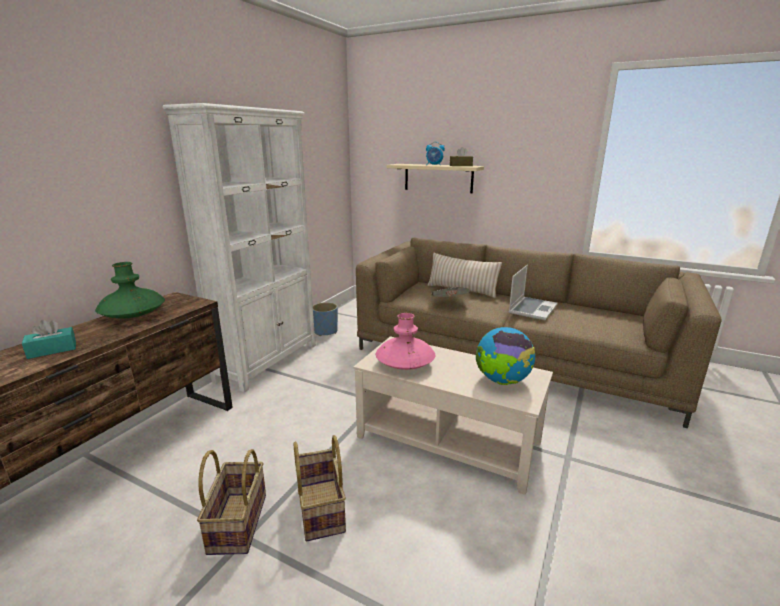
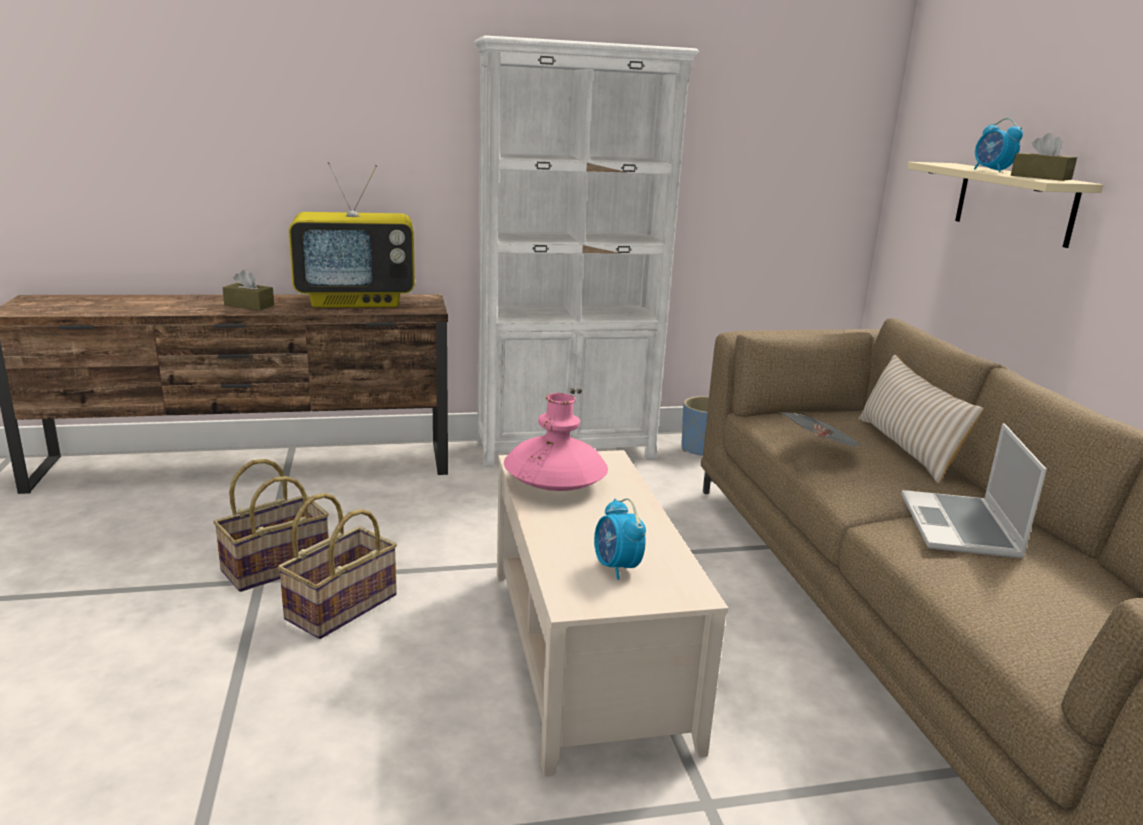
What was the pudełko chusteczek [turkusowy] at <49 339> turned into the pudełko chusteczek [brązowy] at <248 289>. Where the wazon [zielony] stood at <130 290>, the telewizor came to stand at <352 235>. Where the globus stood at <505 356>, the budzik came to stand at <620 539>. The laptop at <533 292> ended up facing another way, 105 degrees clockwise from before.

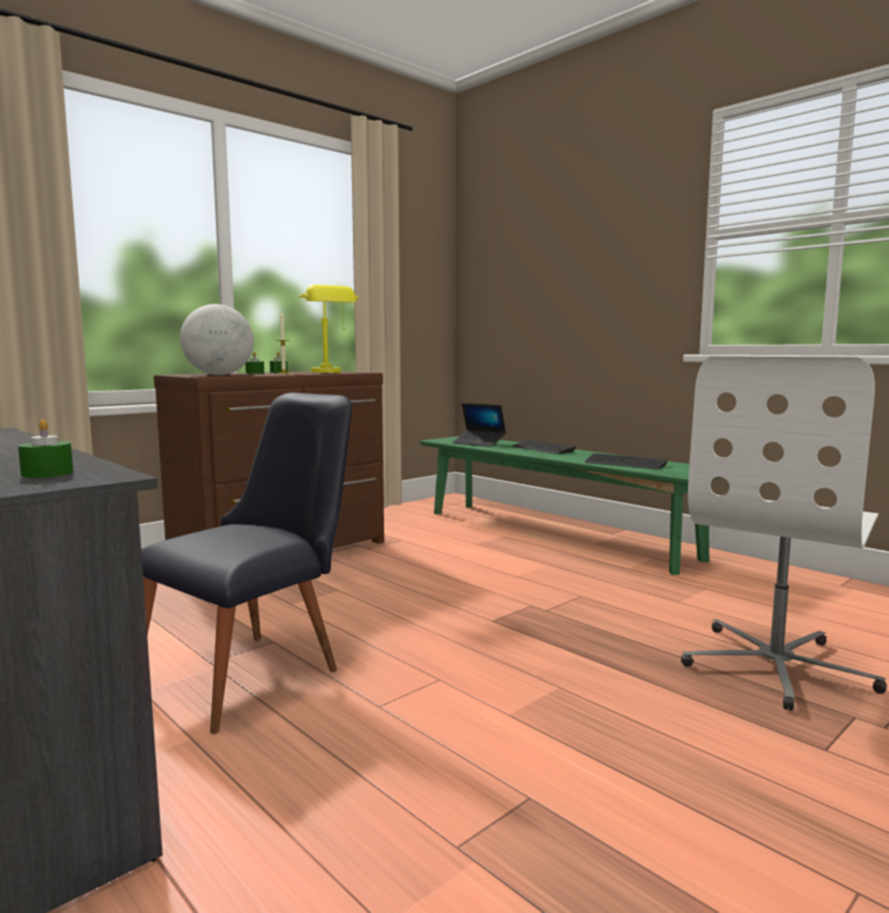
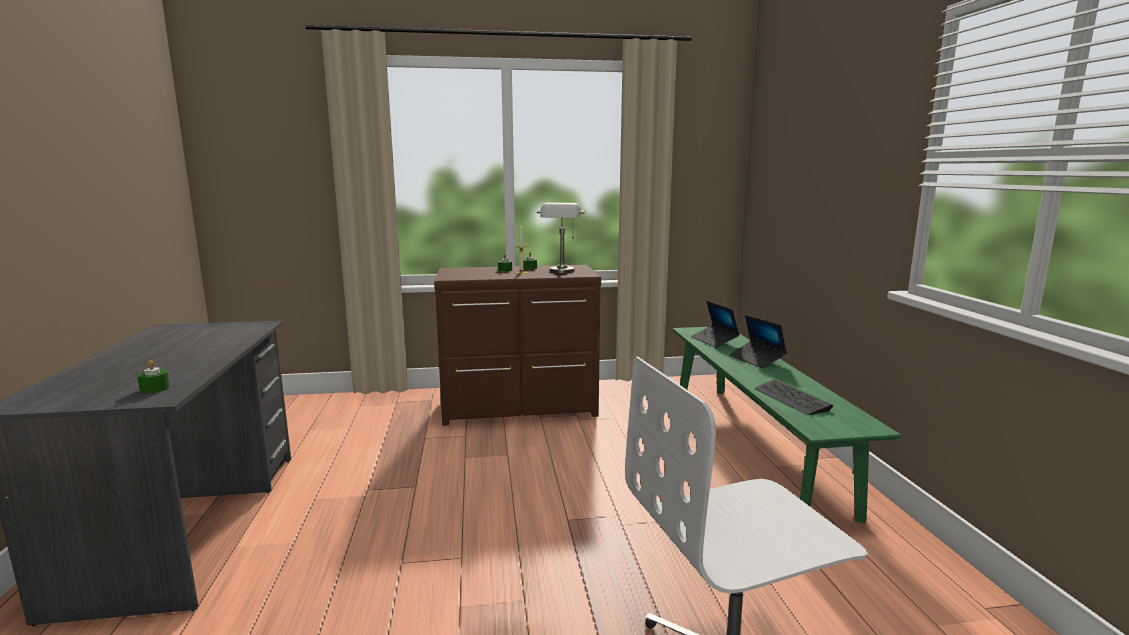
What was the lampa stołowa [żółty] at <328 329> turned into the lampa stołowa [szary] at <561 238>. Where the klawiatura stood at <544 446>, the laptop came to stand at <758 341>. The second view lost the krzesło [czarny] at <246 563>. The second view lost the globus at <217 339>.

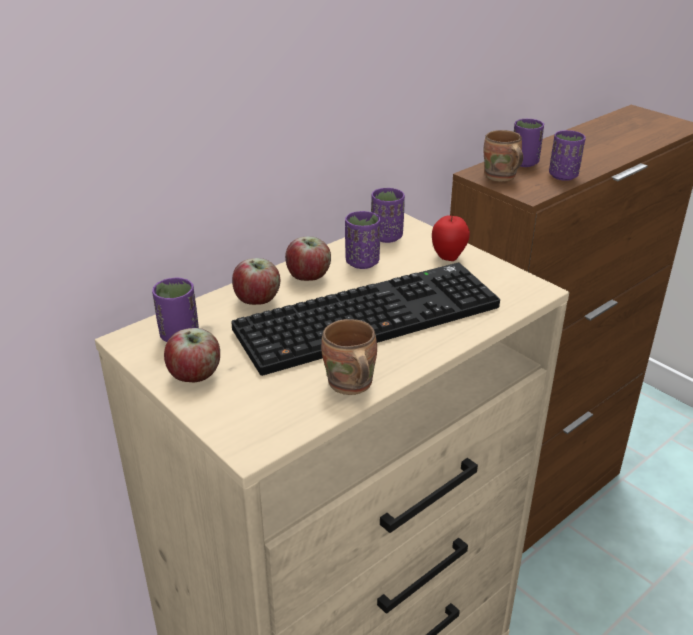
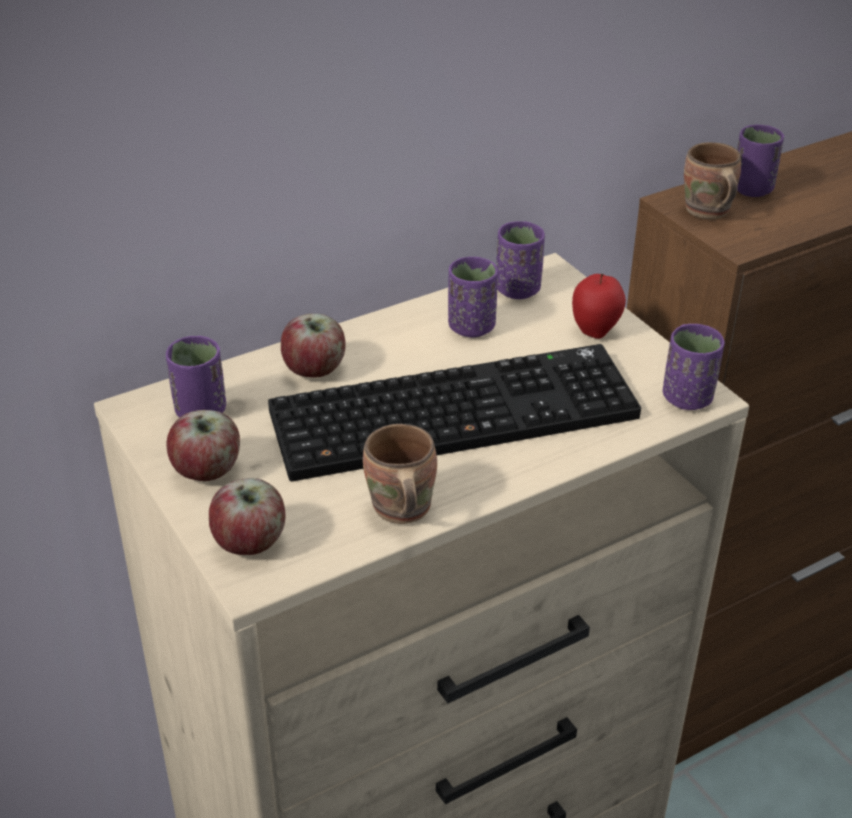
The jabłko ended up elsewhere, having gone from <308 258> to <247 516>. The filiżanka [fioletowy] ended up elsewhere, having gone from <567 155> to <694 367>.

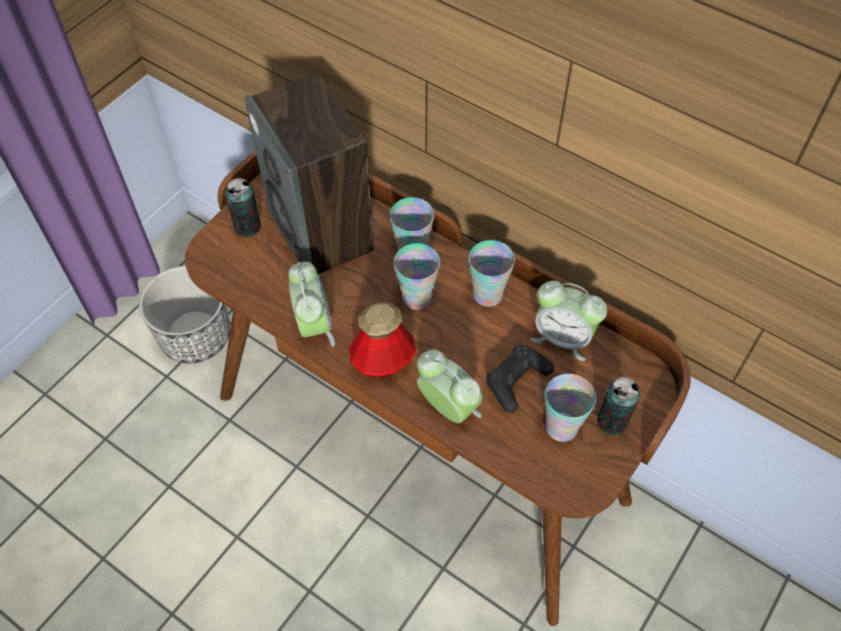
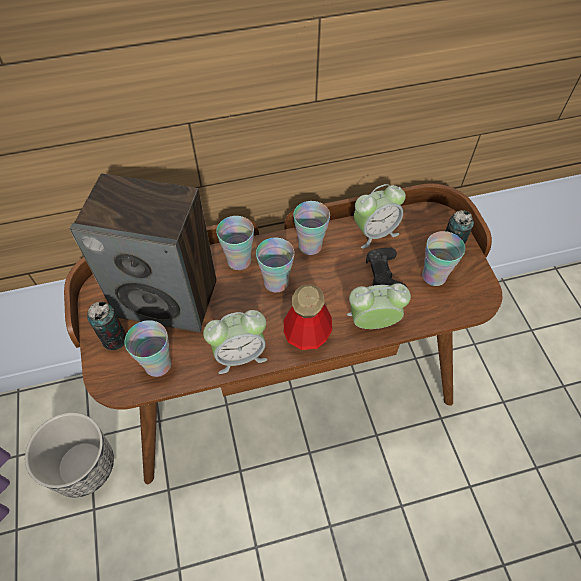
The second view gained the filiżanka at <148 348>. The budzik at <311 304> ended up facing another way, 135 degrees clockwise from before.

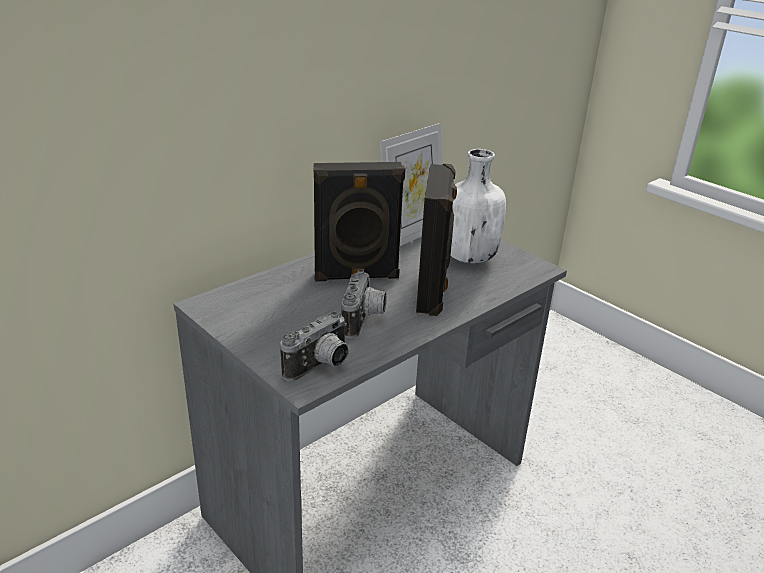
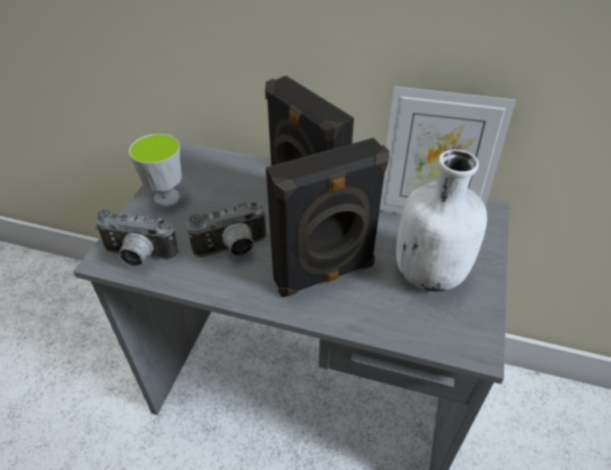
The second view gained the filiżanka at <155 170>.

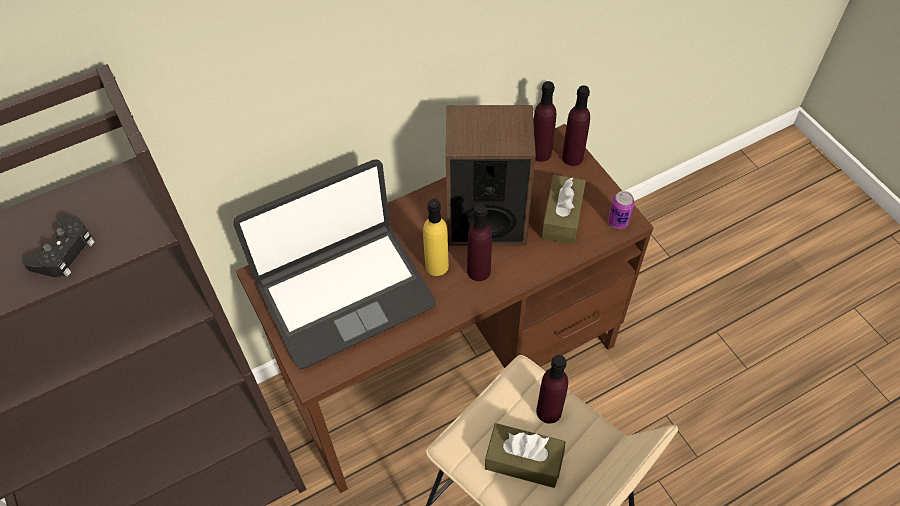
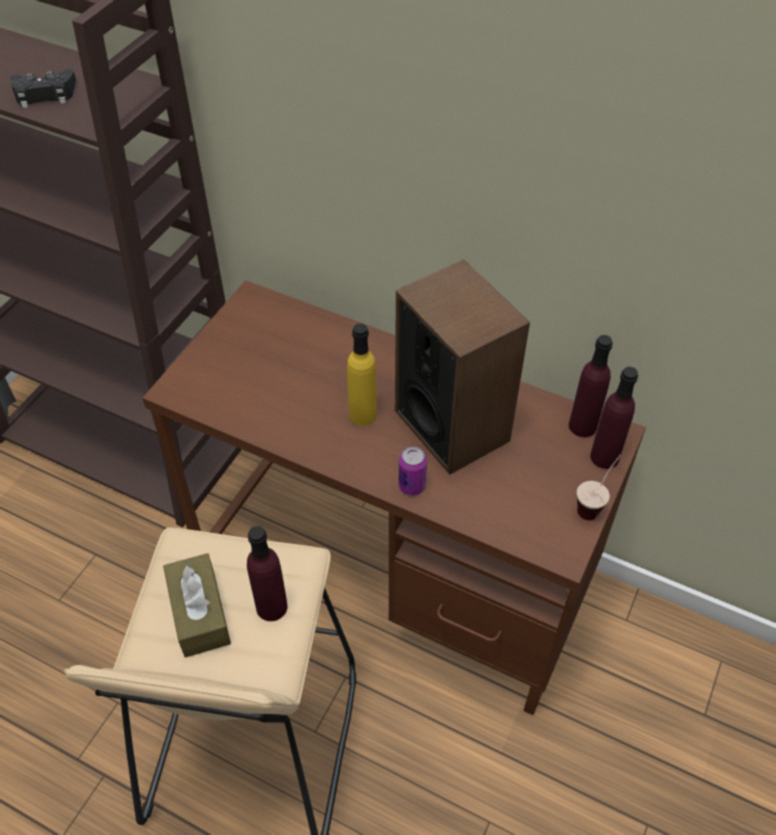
The puszka ended up elsewhere, having gone from <621 210> to <413 471>. The second view gained the filiżanka at <599 487>. The second view lost the laptop at <335 264>. The second view lost the butelka [fioletowy] at <479 242>. The second view lost the pudełko chusteczek [brązowy] at <563 209>.

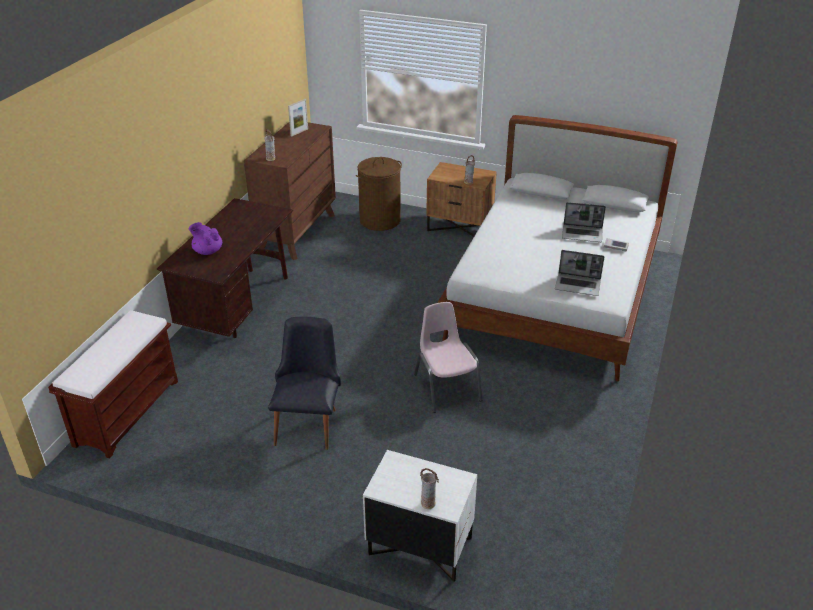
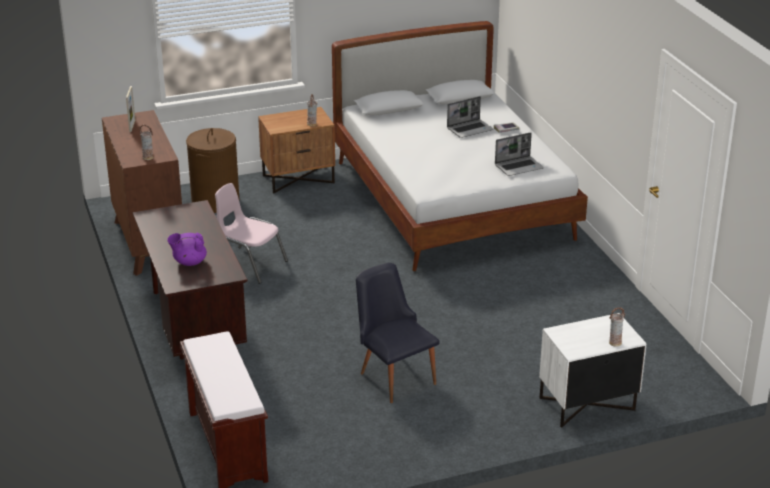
The krzesło [różowy] ended up elsewhere, having gone from <448 357> to <251 233>.

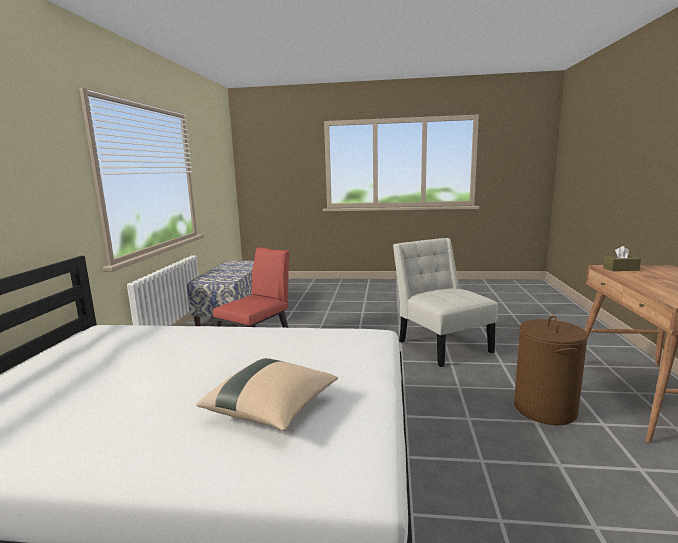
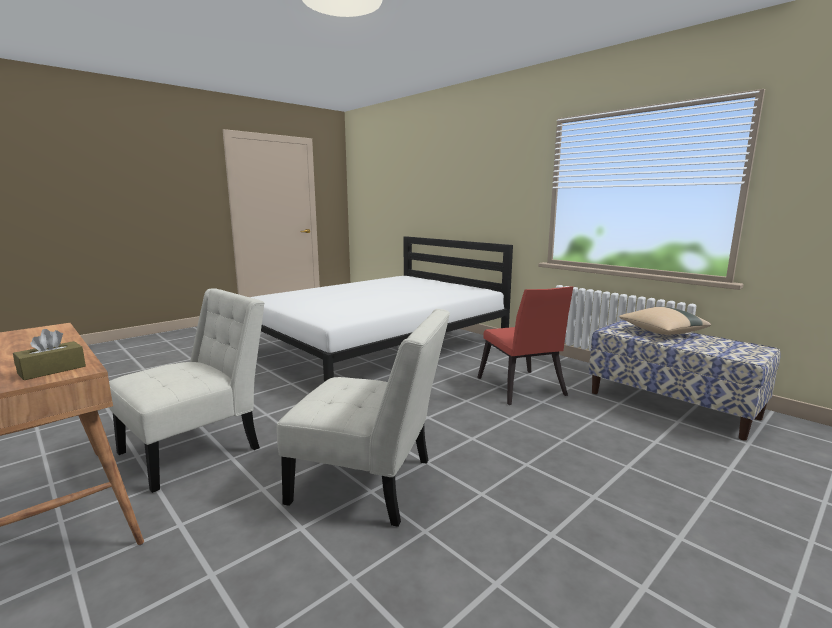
Where the kosz na pranie [brązowy] stood at <551 370>, the krzesło [biały] came to stand at <186 390>. The poduszka [beżowy] ended up elsewhere, having gone from <267 394> to <665 321>.

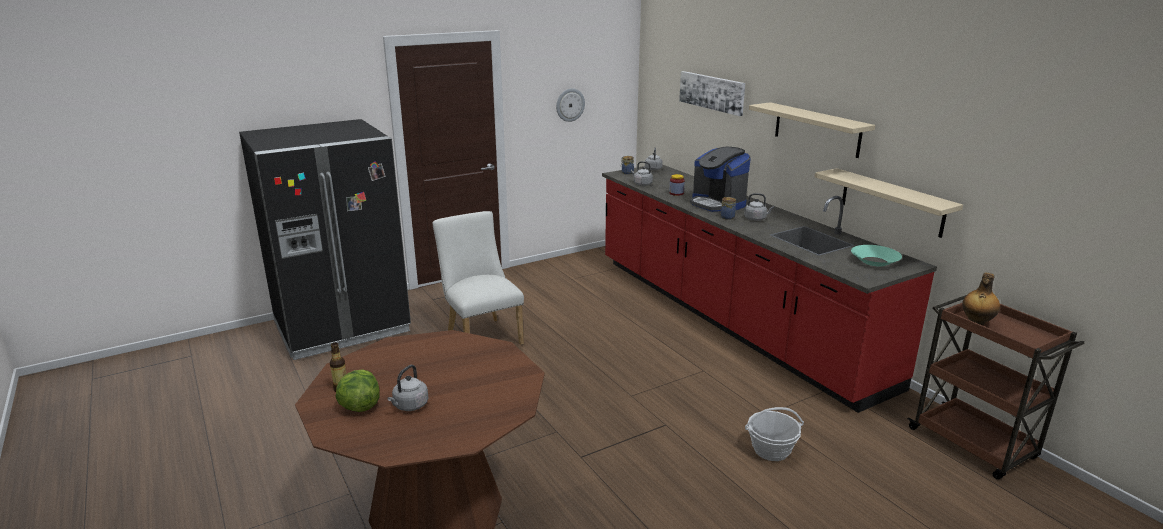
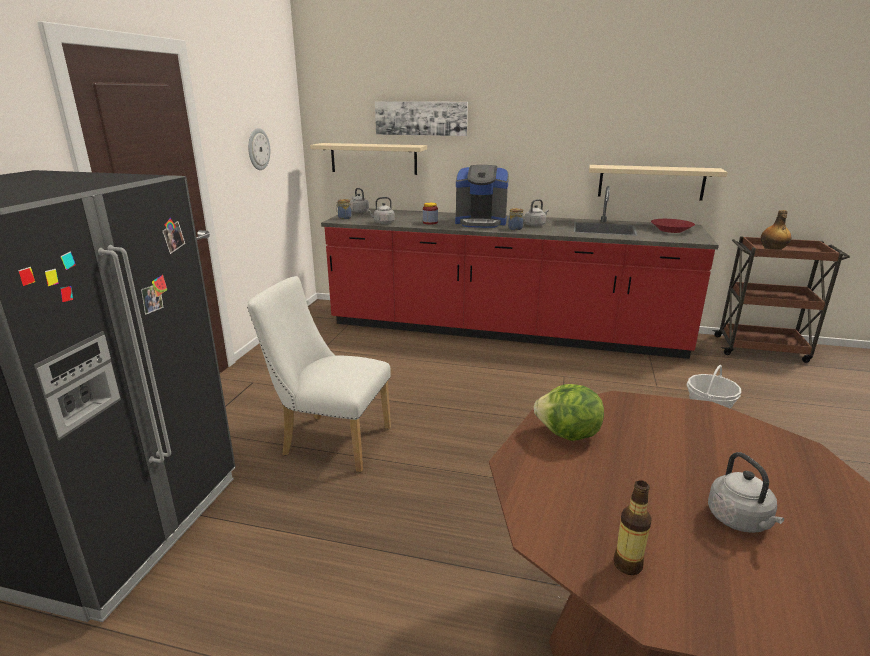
The półka [beżowy] ended up elsewhere, having gone from <812 130> to <368 159>. The sałata ended up elsewhere, having gone from <358 391> to <569 412>. What was the miska [turkusowy] at <876 255> turned into the miska [czerwony] at <673 226>.

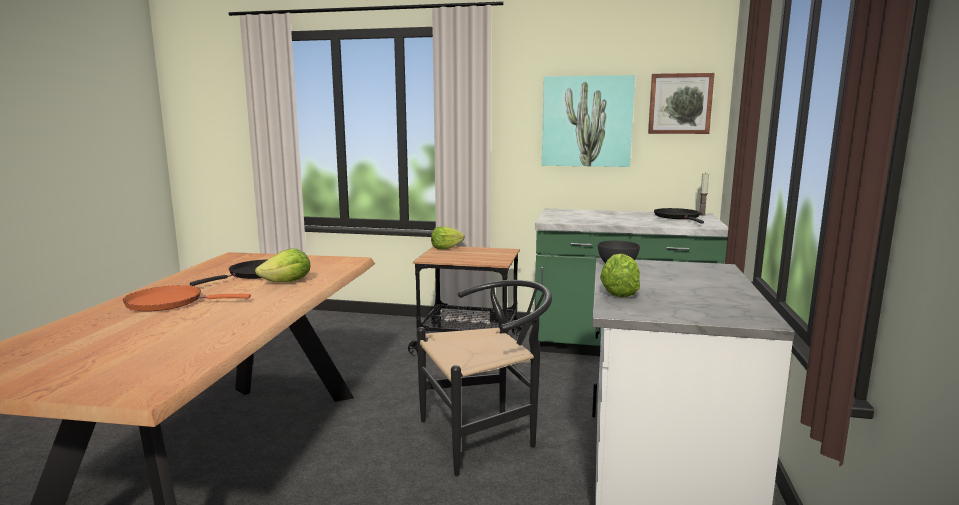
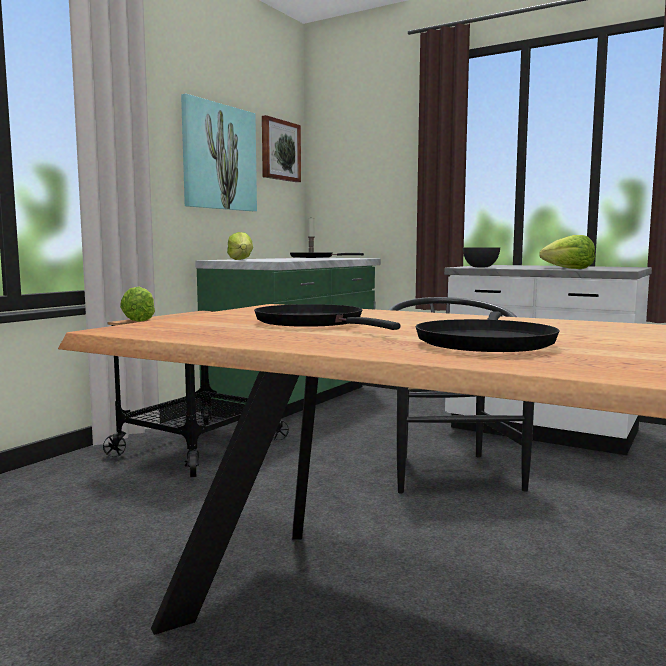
The sałata ended up elsewhere, having gone from <282 266> to <240 246>. What was the patelnia [pomarańczowy] at <187 298> turned into the patelnia [czarny] at <487 331>.

